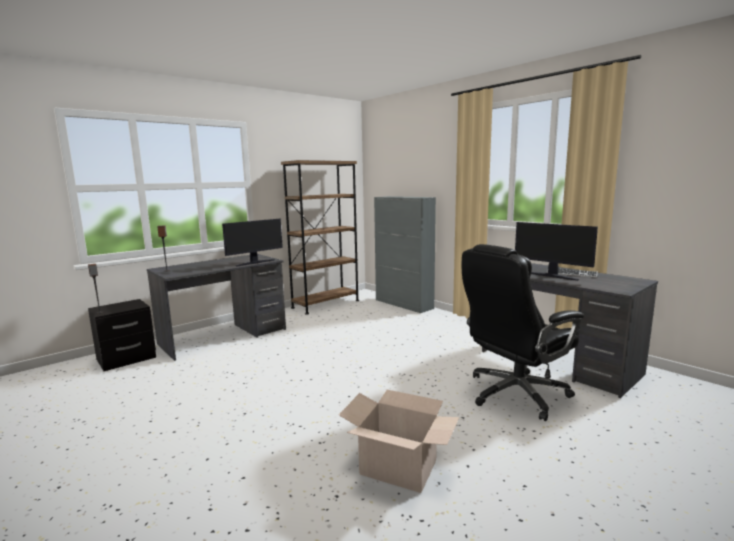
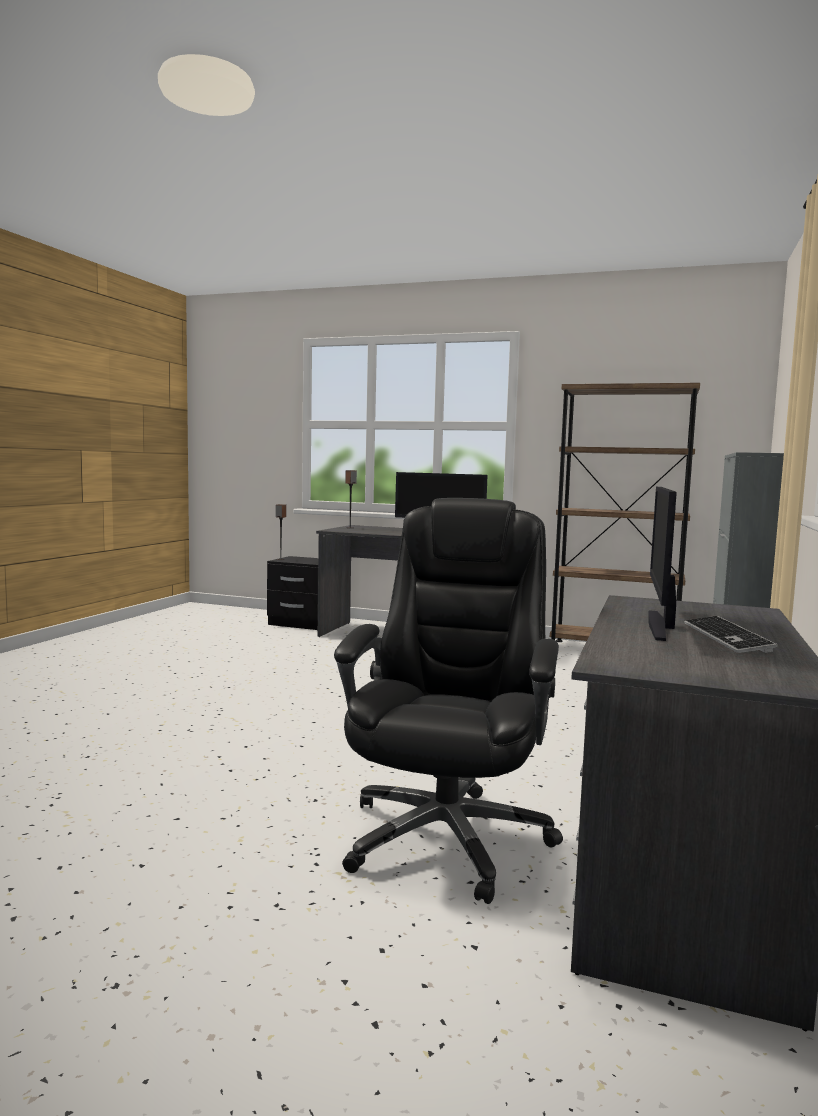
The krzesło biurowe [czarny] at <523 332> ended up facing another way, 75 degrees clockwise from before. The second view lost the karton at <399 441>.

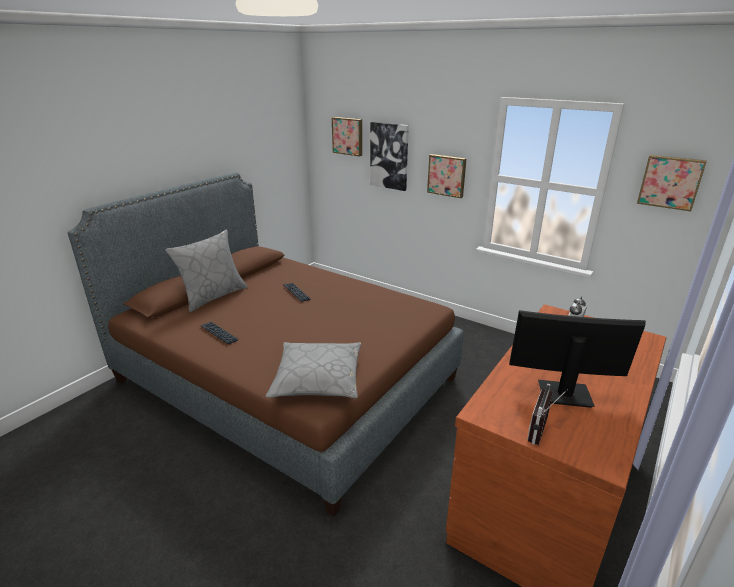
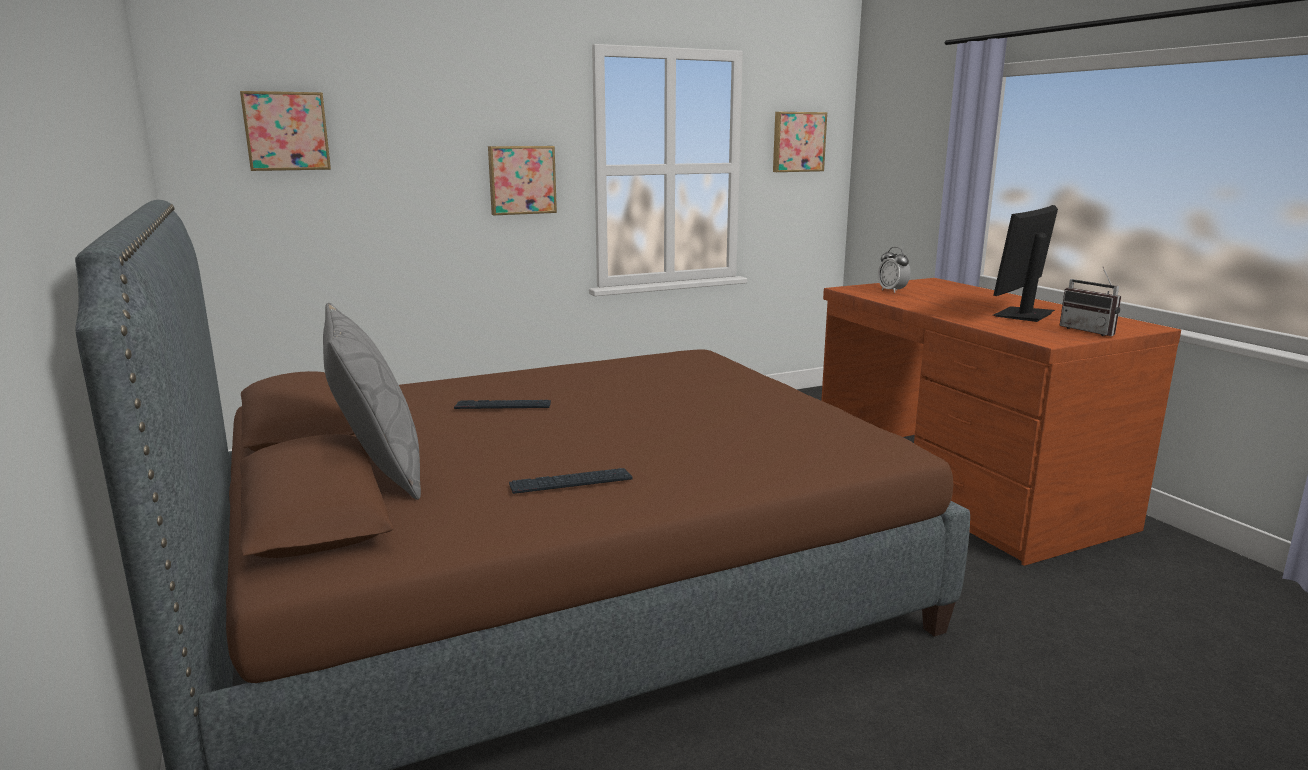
The second view lost the poduszka [szary] at <313 370>. The second view lost the obraz at <389 156>.

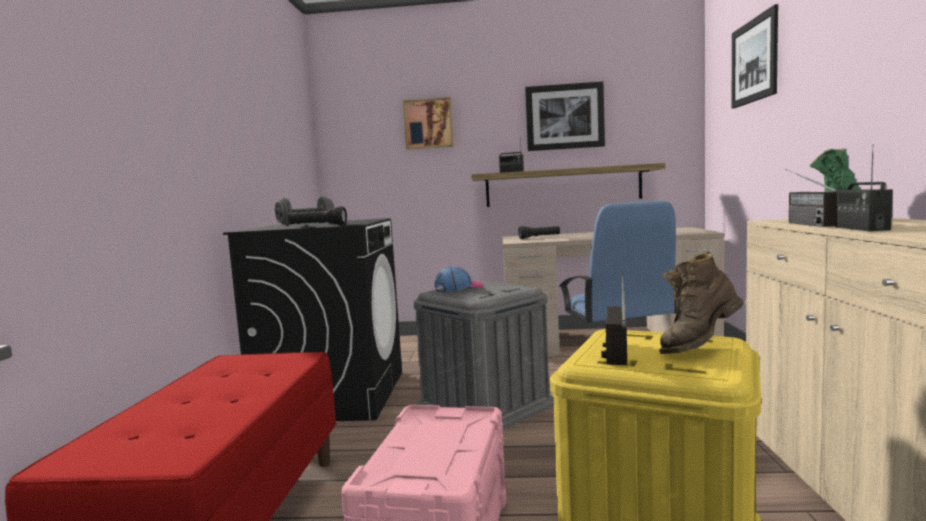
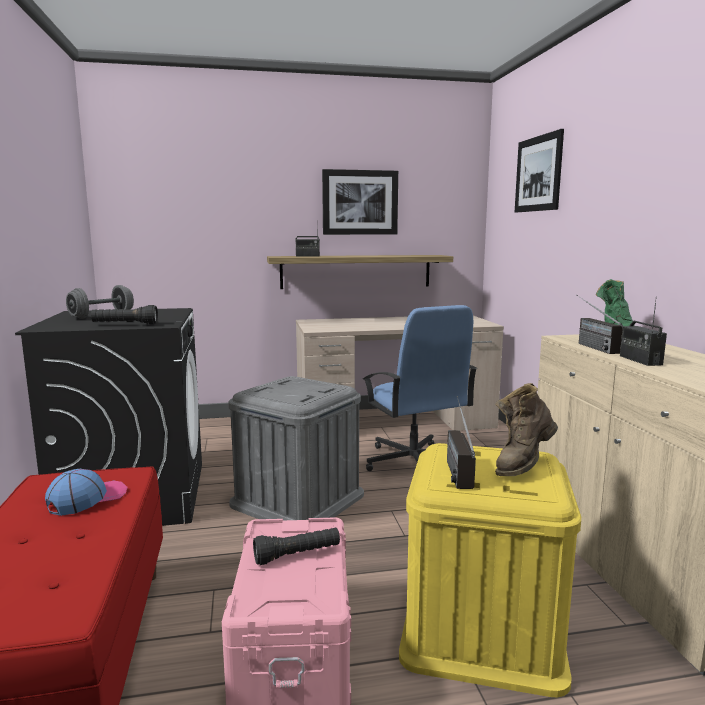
The czapka z daszkiem ended up elsewhere, having gone from <459 279> to <86 492>. The latarka [czarny] ended up elsewhere, having gone from <539 232> to <296 546>. The second view lost the obraz at <428 123>.

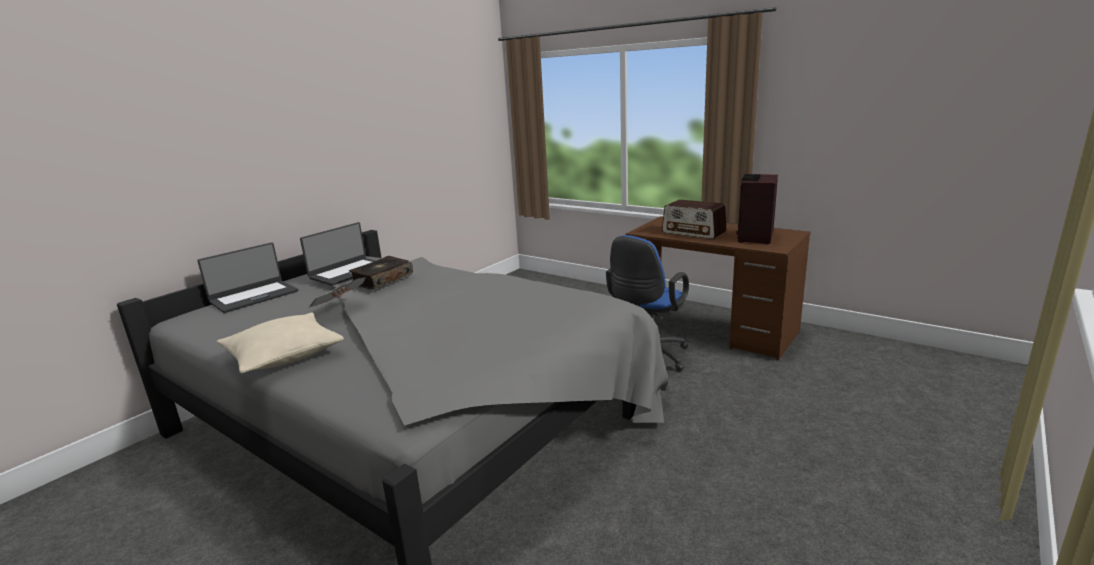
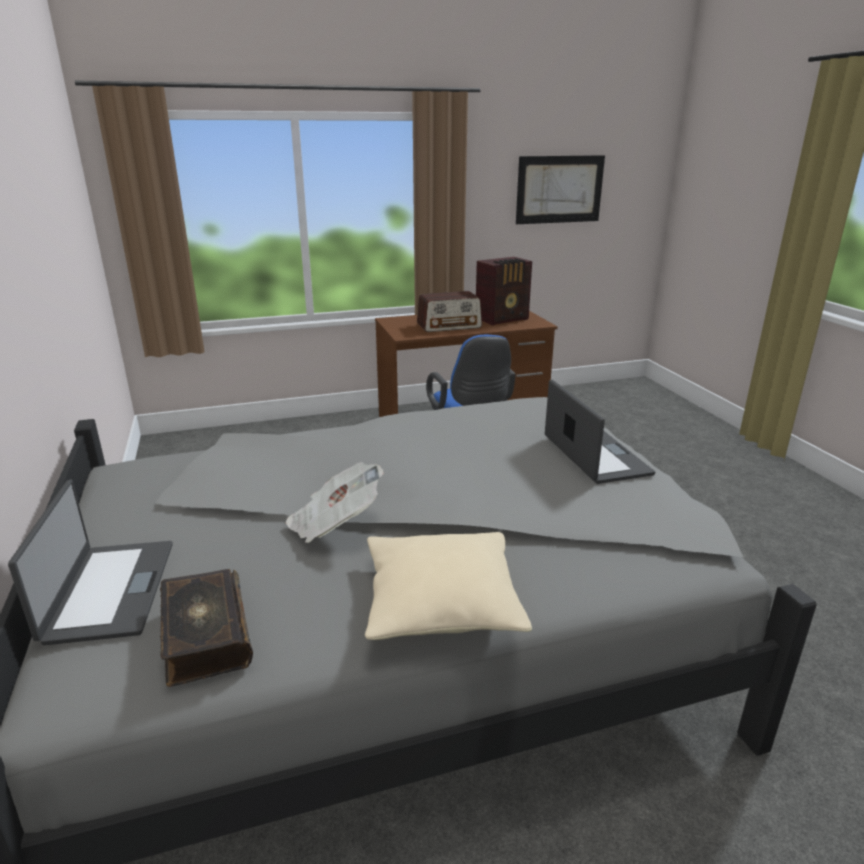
The książka ended up elsewhere, having gone from <381 273> to <206 628>. The radio at <757 209> ended up facing another way, 90 degrees counterclockwise from before. The second view gained the obraz at <560 189>. The laptop ended up elsewhere, having gone from <338 254> to <600 432>.

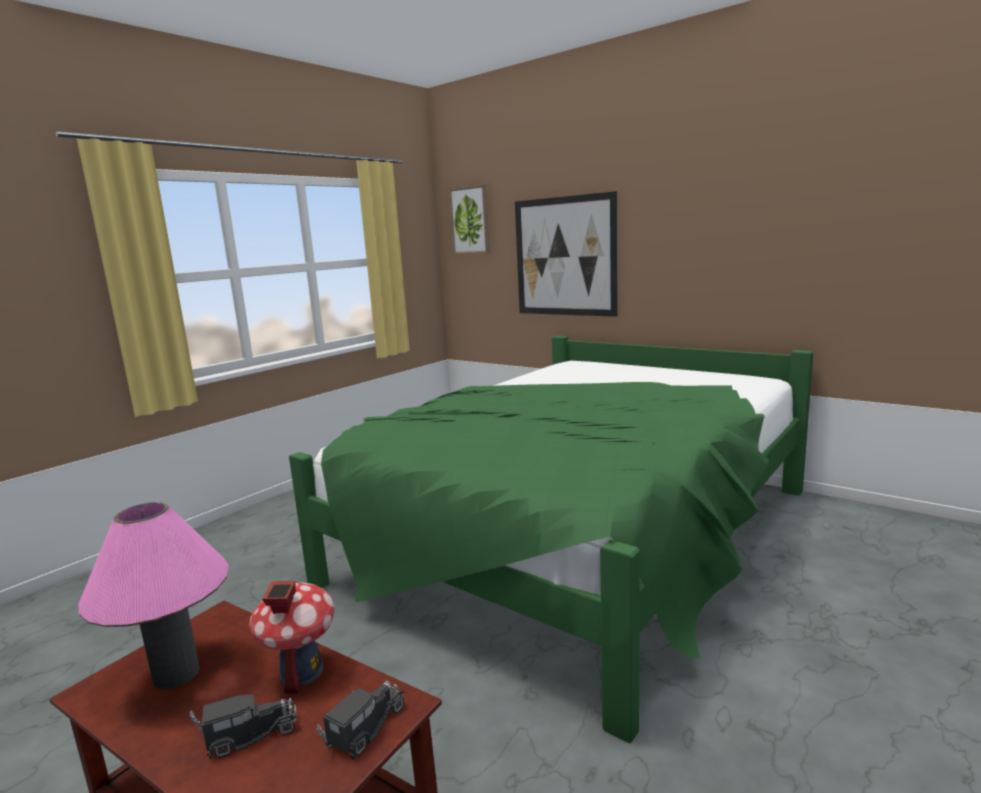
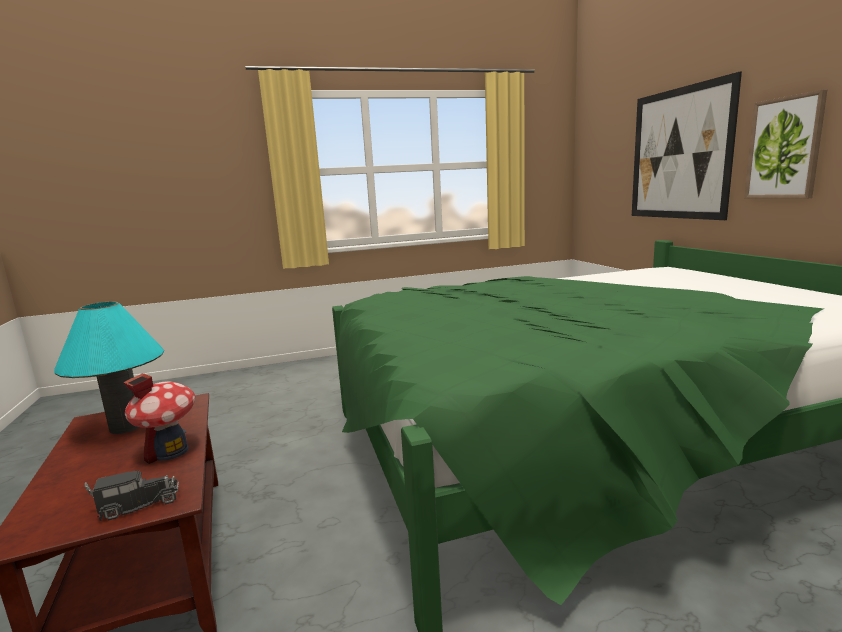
What was the lampa stołowa [różowy] at <153 596> turned into the lampa stołowa [turkusowy] at <109 367>. The obraz ended up elsewhere, having gone from <469 219> to <786 143>. The second view lost the ciężarówka zabawkowa at <243 726>.

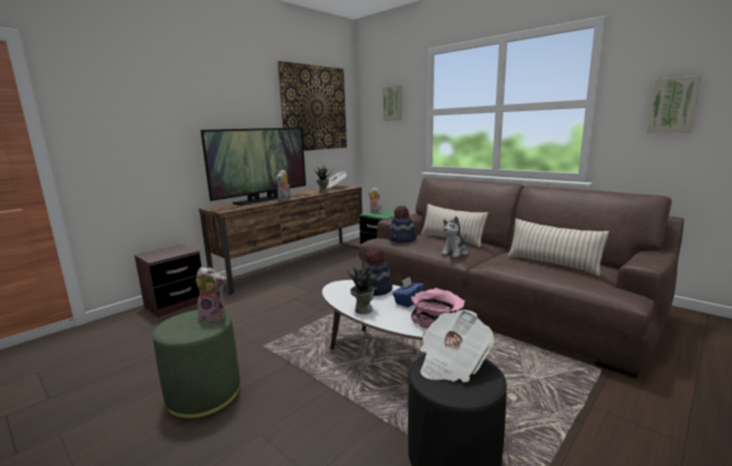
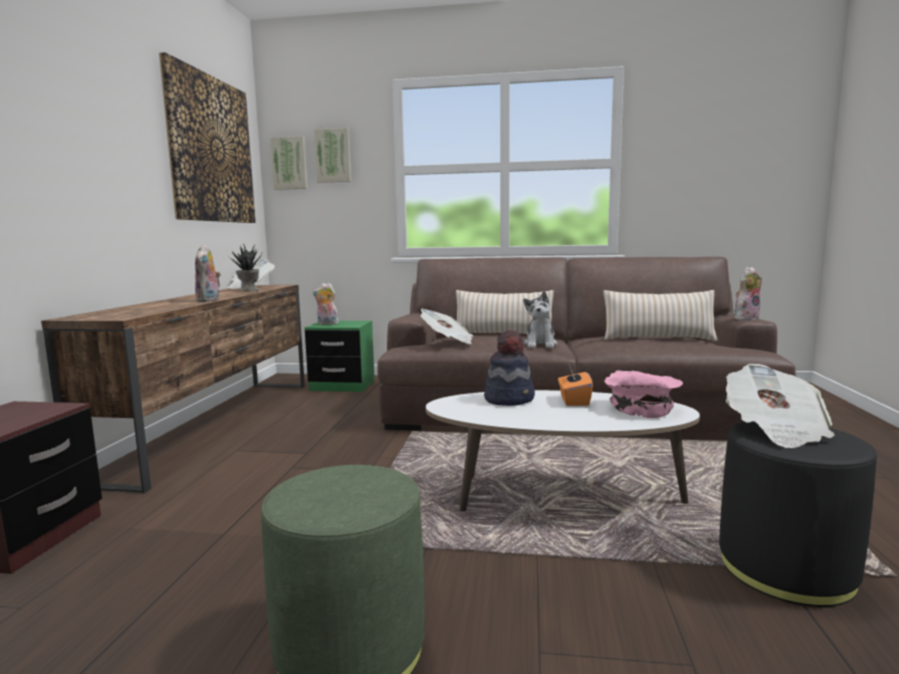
The obraz ended up elsewhere, having gone from <674 104> to <289 163>. Where the kapelusz stood at <403 224>, the gazeta came to stand at <446 326>. What was the pudełko chusteczek [niebieski] at <409 292> turned into the pudełko chusteczek [pomarańczowy] at <575 385>. The pluszak ended up elsewhere, having gone from <211 295> to <748 293>. The second view lost the telewizor at <253 166>. The second view lost the roślina doniczkowa at <364 286>.

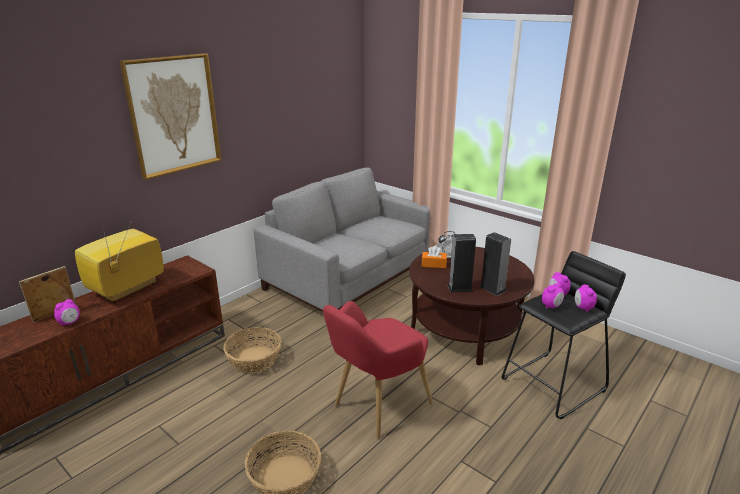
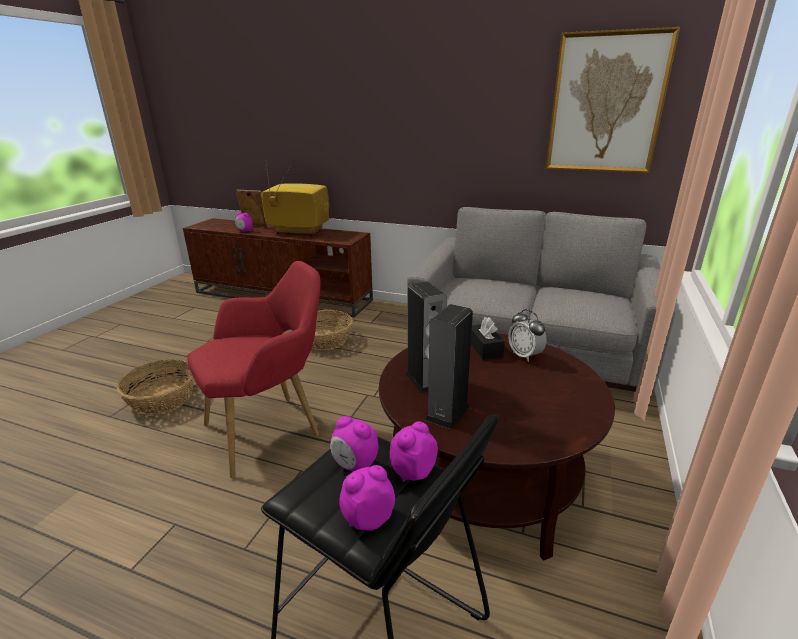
The fotel [czerwony] at <378 370> ended up facing another way, 120 degrees clockwise from before. What was the pudełko chusteczek [pomarańczowy] at <434 257> turned into the pudełko chusteczek [czarny] at <488 338>. The obraz ended up elsewhere, having gone from <170 116> to <613 100>.

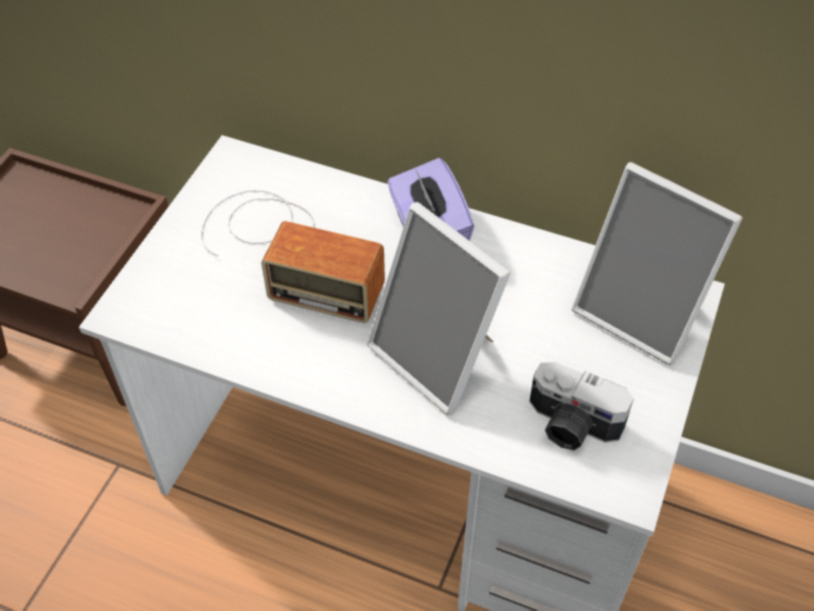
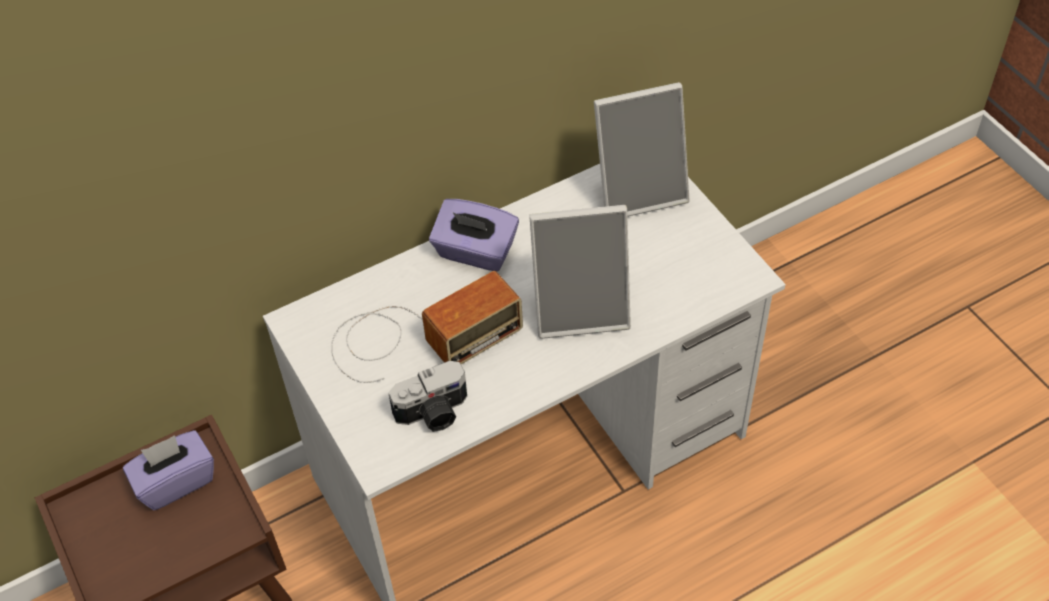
The second view gained the pudełko chusteczek [fioletowy] at <168 470>. The aparat fotograficzny ended up elsewhere, having gone from <581 406> to <427 396>.

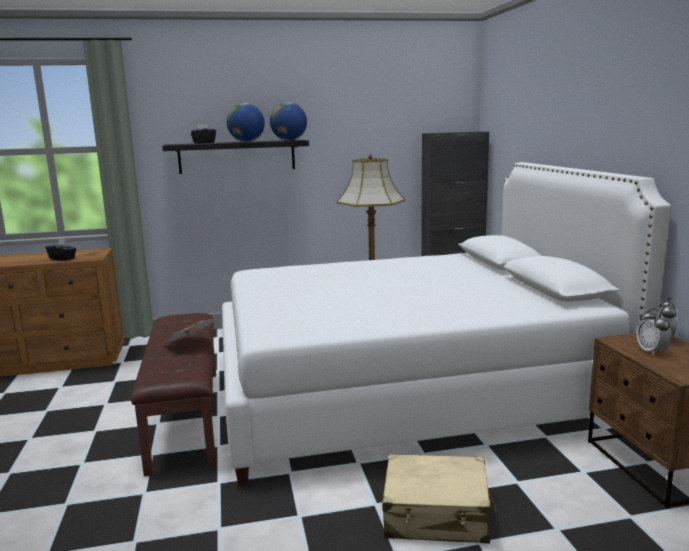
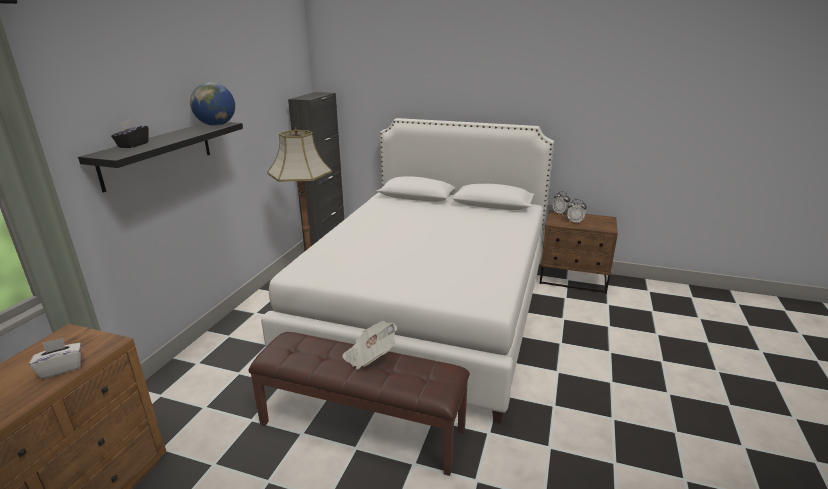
What was the pudełko chusteczek [czarny] at <61 249> turned into the pudełko chusteczek [biały] at <55 358>. The second view lost the globus at <246 122>. The second view lost the walizka [beżowy] at <439 499>.

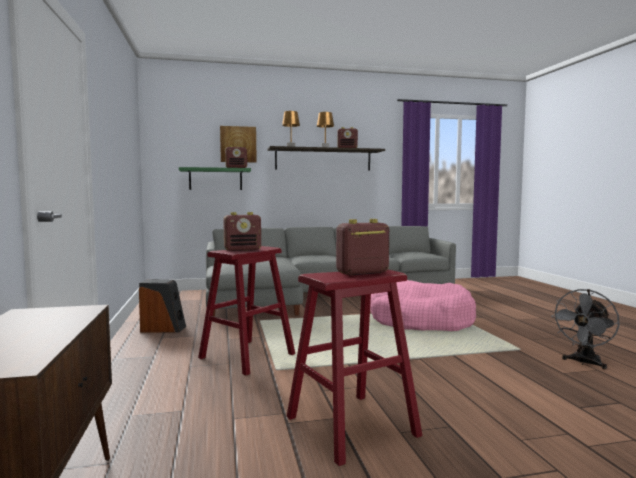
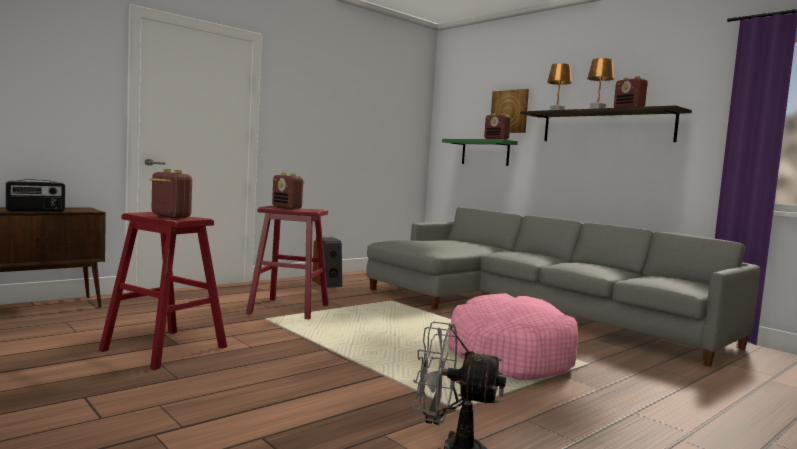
The second view gained the radio at <35 195>.

